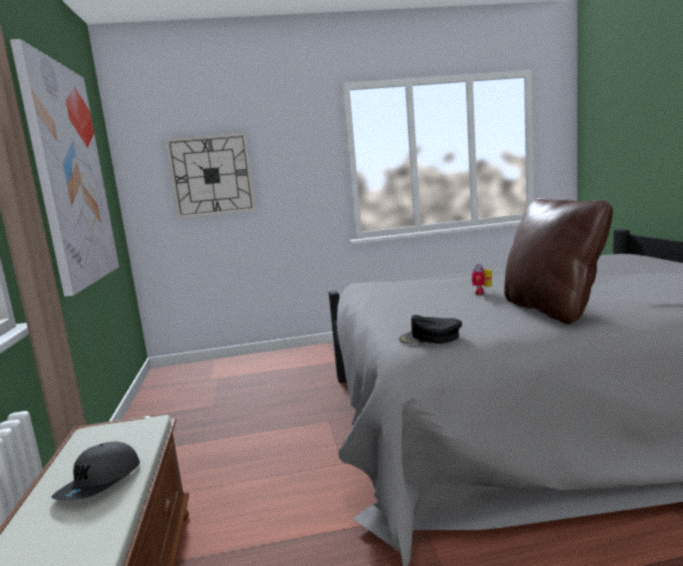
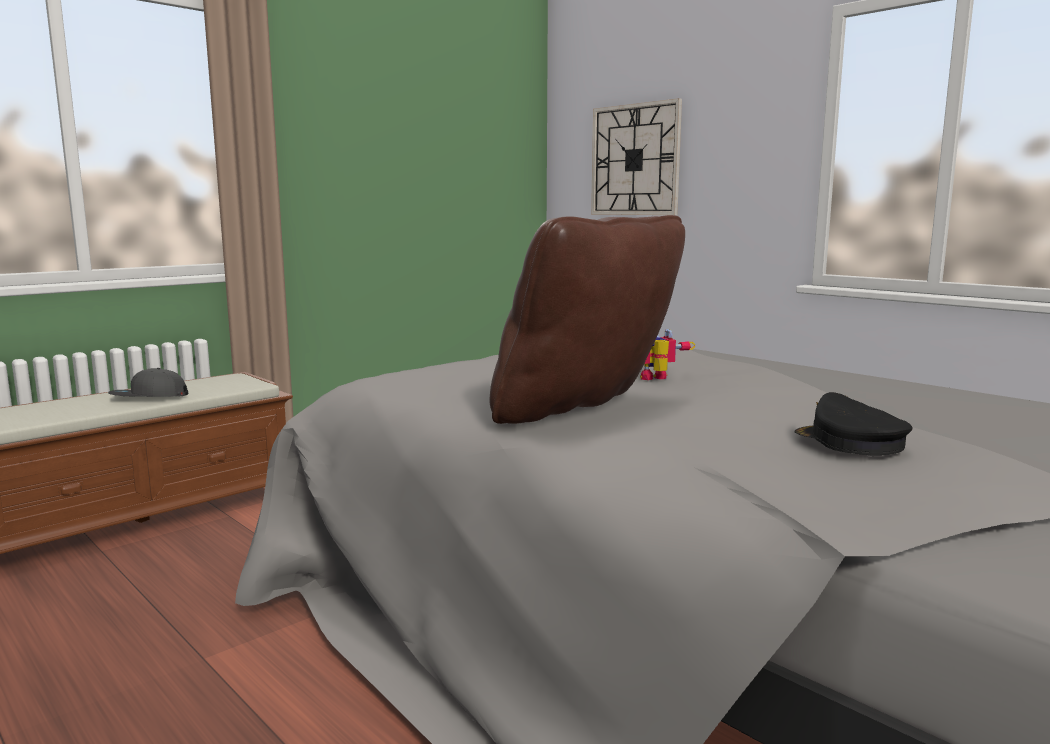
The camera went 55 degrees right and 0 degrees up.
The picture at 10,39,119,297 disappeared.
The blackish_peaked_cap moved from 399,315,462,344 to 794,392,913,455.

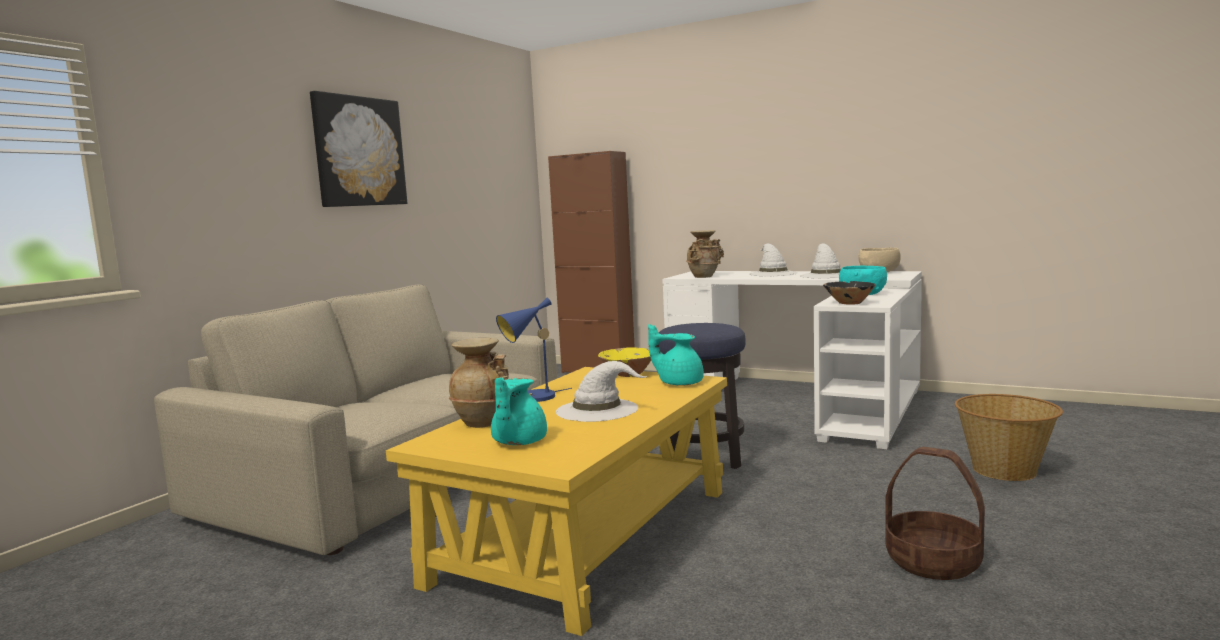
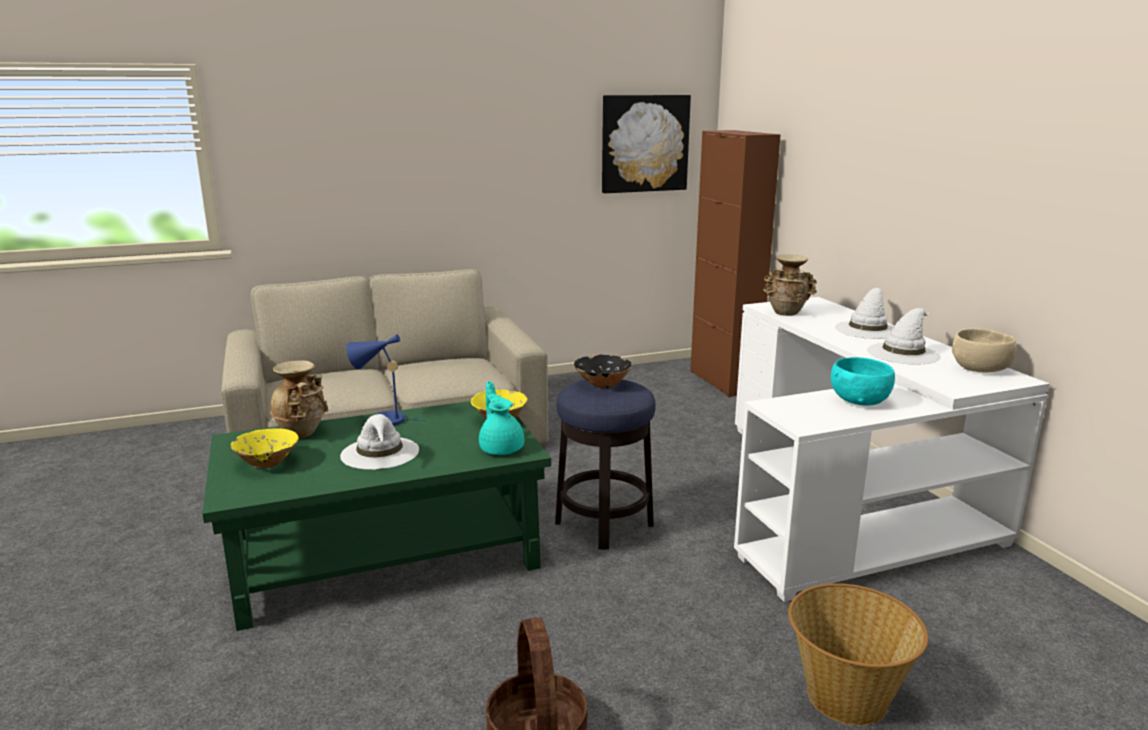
The camera went 40 degrees right and 10 degrees up.
The picture moved from 310,91,407,207 to 602,95,691,193.
The yellowish_low_table at 386,367,727,636 became the green-coloured_low_table at 202,401,551,631.
The blue-green_teapot at 491,378,547,445 was replaced by the yellowish_deep_dish at 231,428,299,468.
The blackish_deep_dish moved from 823,281,876,305 to 574,355,632,388.

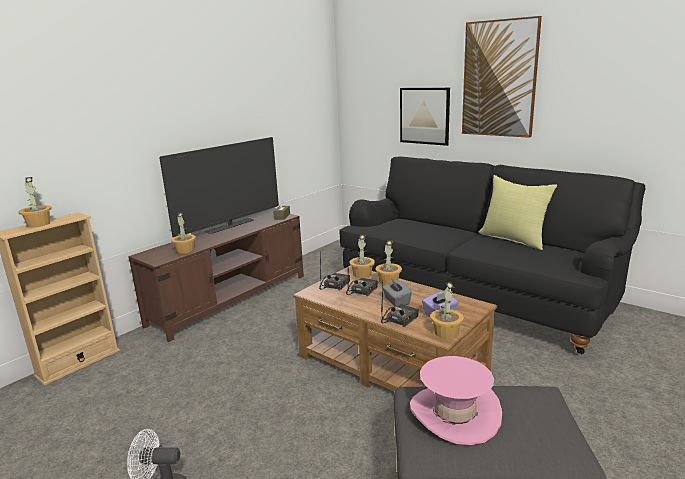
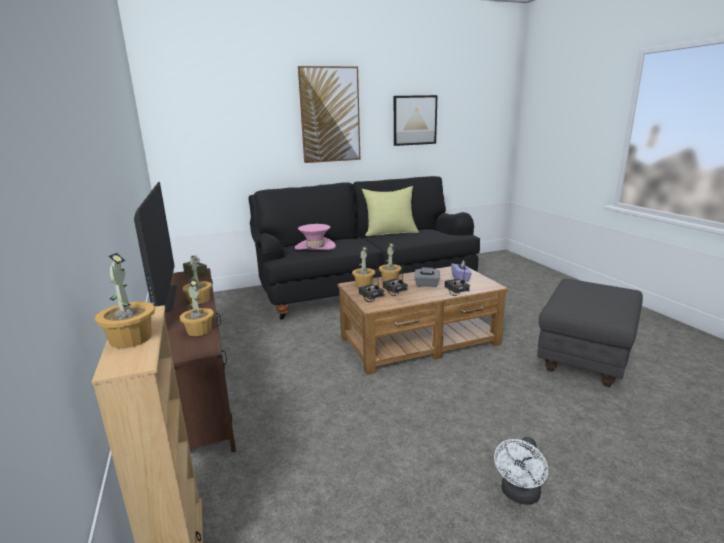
The camera went 60 degrees left and 0 degrees up.
The picture moved from 400,88,450,146 to 394,95,438,146.
The pink-coloured_hat moved from 410,356,502,445 to 295,224,336,250.
The houseplant moved from 430,282,464,339 to 182,256,212,304.

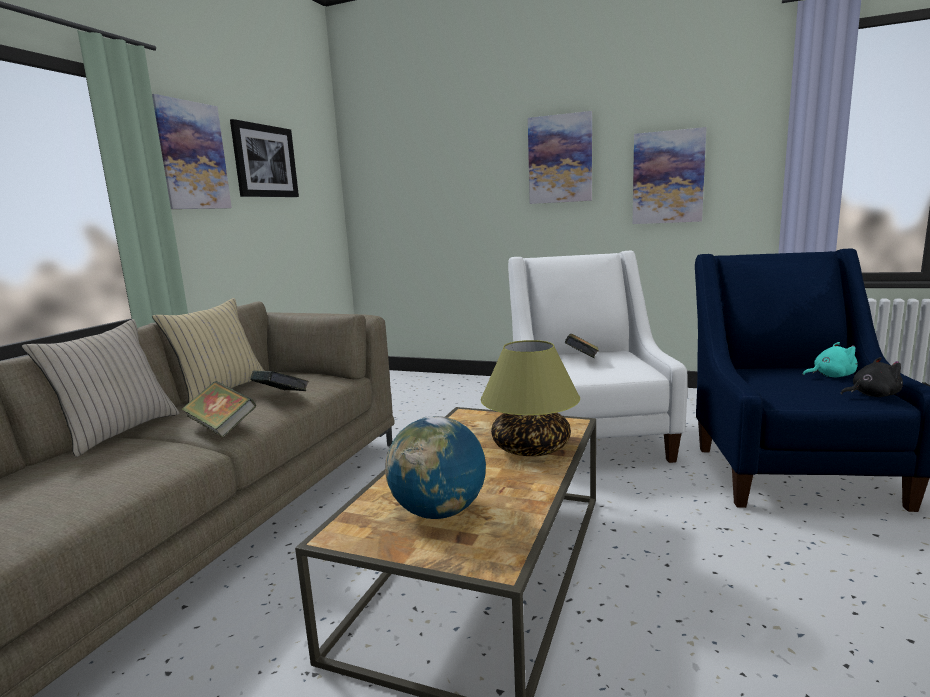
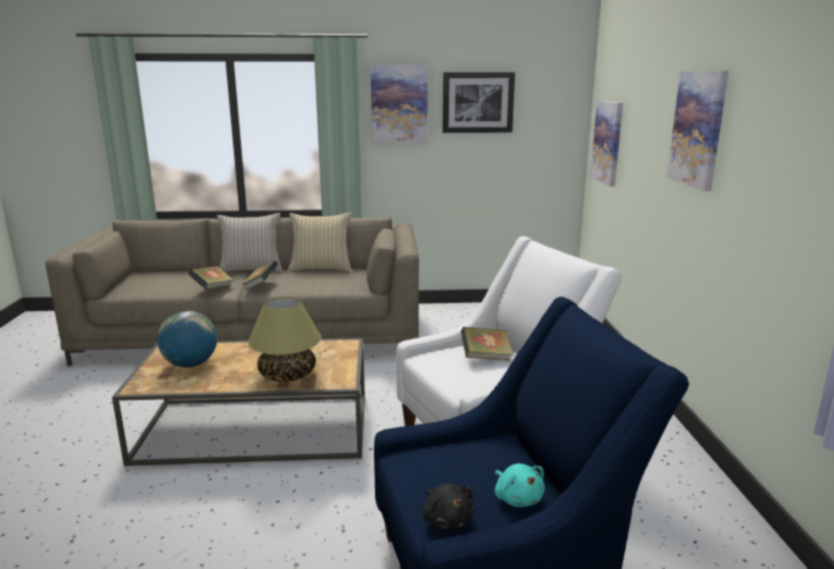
The camera went 65 degrees right and 5 degrees up.
The volume moved from 250,370,310,391 to 189,266,234,289.
The picture moved from 632,127,706,224 to 591,101,623,187.

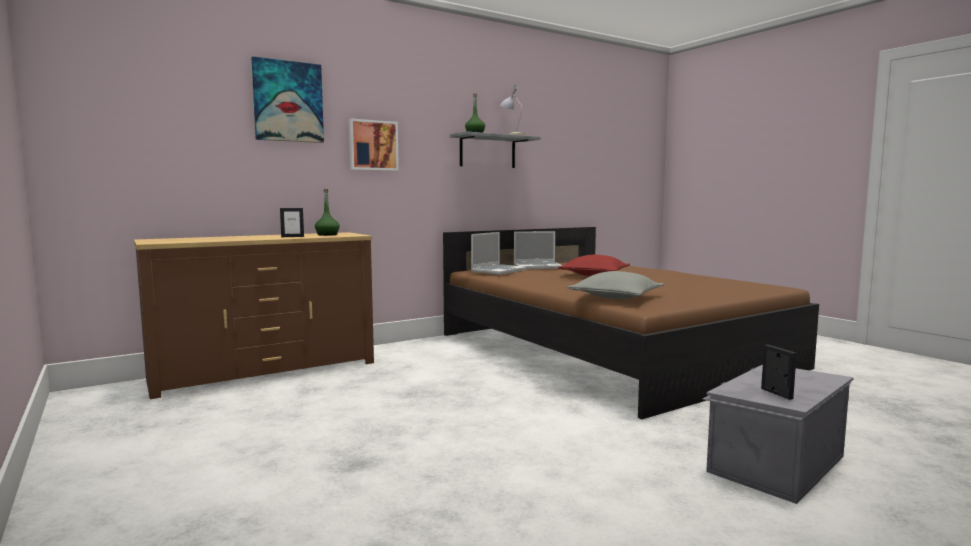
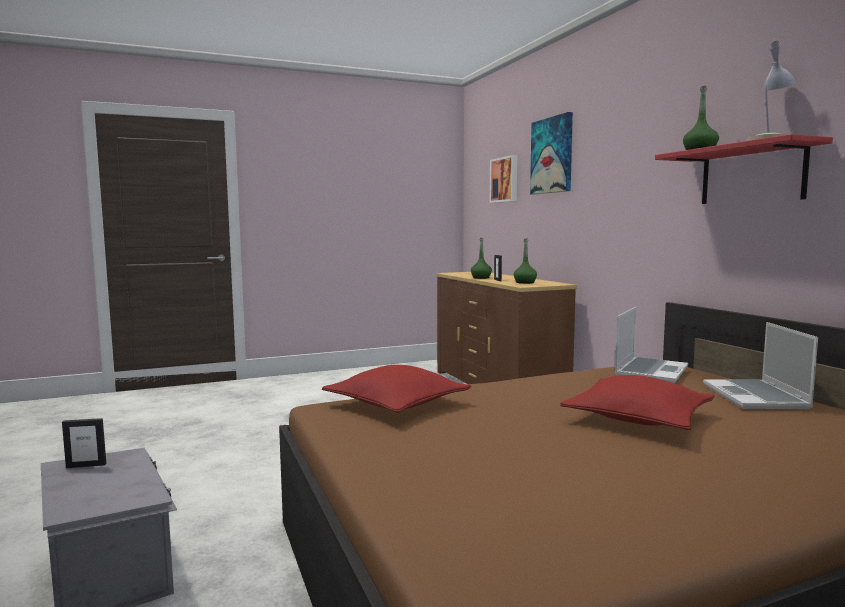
The camera went 100 degrees right and 0 degrees up.
The picture moved from 349,119,399,171 to 490,155,517,203.
The grey_shelf at 450,131,541,168 became the red-coloured_shelf at 655,134,833,204.
The laptop at 471,232,527,275 turned 105 degrees counterclockwise.
The grey_cushion at 567,271,664,299 became the red-coloured_cushion at 322,365,471,413.
The green-coloured_beverage_bottle at 471,237,492,279 appeared.

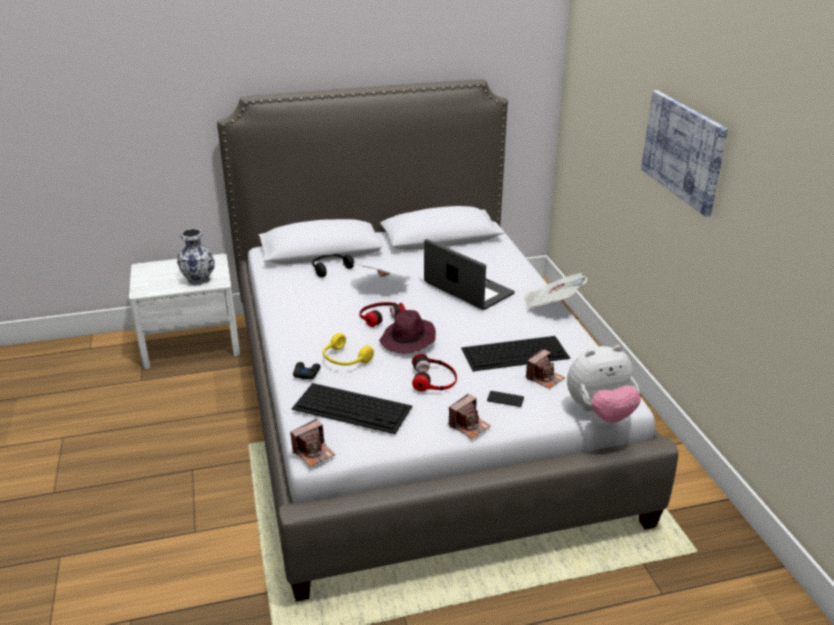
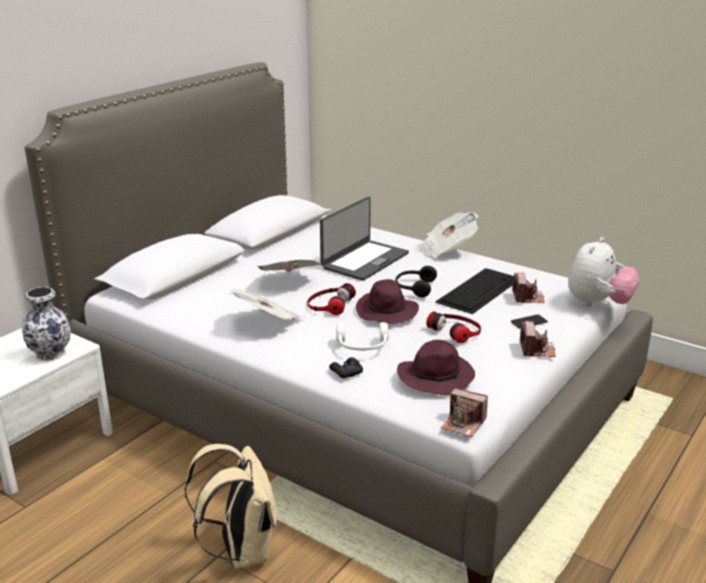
The camera went 40 degrees left and 5 degrees down.
The photo_camera at 290,419,335,467 turned 105 degrees clockwise.
The PC_keyboard at 292,383,412,434 was replaced by the purplish_hat at 397,340,475,395.
The blackish_pair_of_headphones moved from 312,254,354,277 to 396,266,437,297.
The yellowish_pair_of_headphones at 323,333,374,366 became the white-coloured_pair_of_headphones at 336,322,389,351.
The laptop at 424,239,515,310 turned 120 degrees clockwise.
The picture at 641,90,728,217 disappeared.
The beige_knapsack at 184,444,277,569 appeared.
The newspaper at 229,289,305,320 appeared.

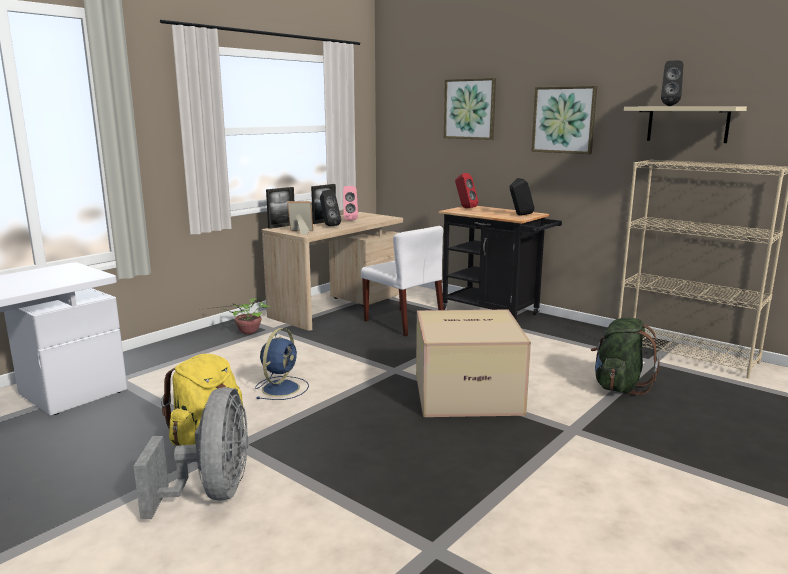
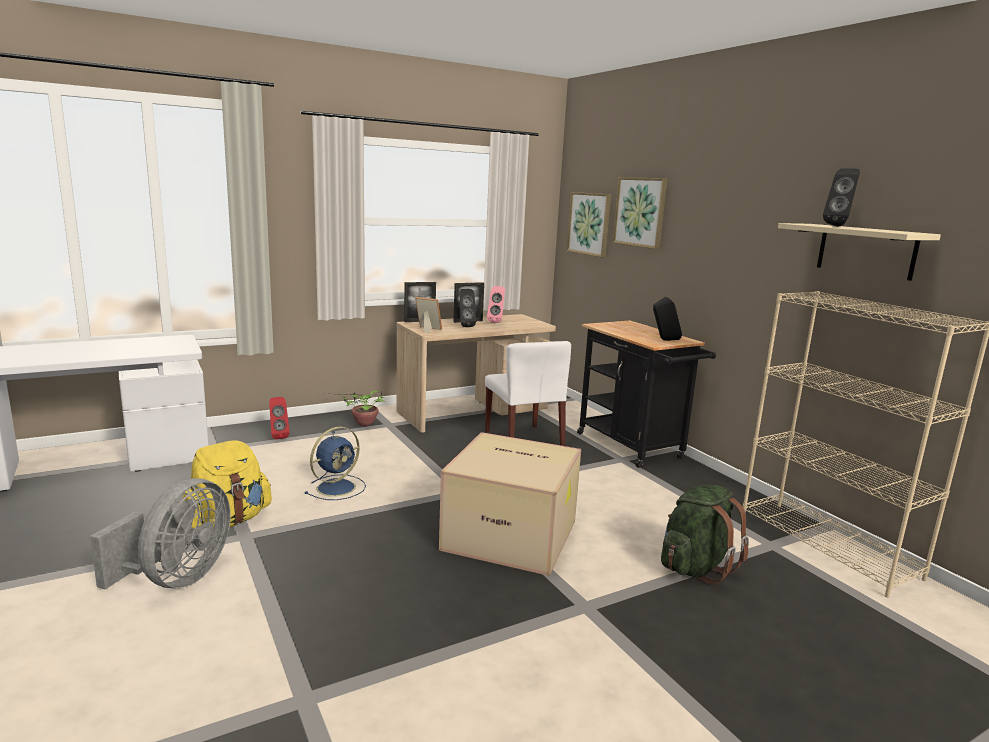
The camera went 20 degrees right and 0 degrees up.
The red-coloured_audio_speaker moved from 455,173,478,208 to 269,397,290,439.
The picture moved from 531,86,597,154 to 567,192,611,257.

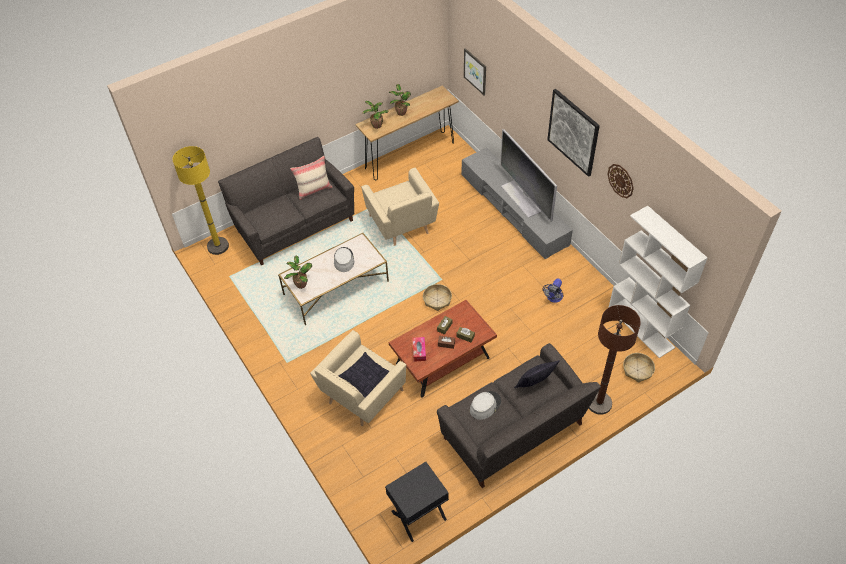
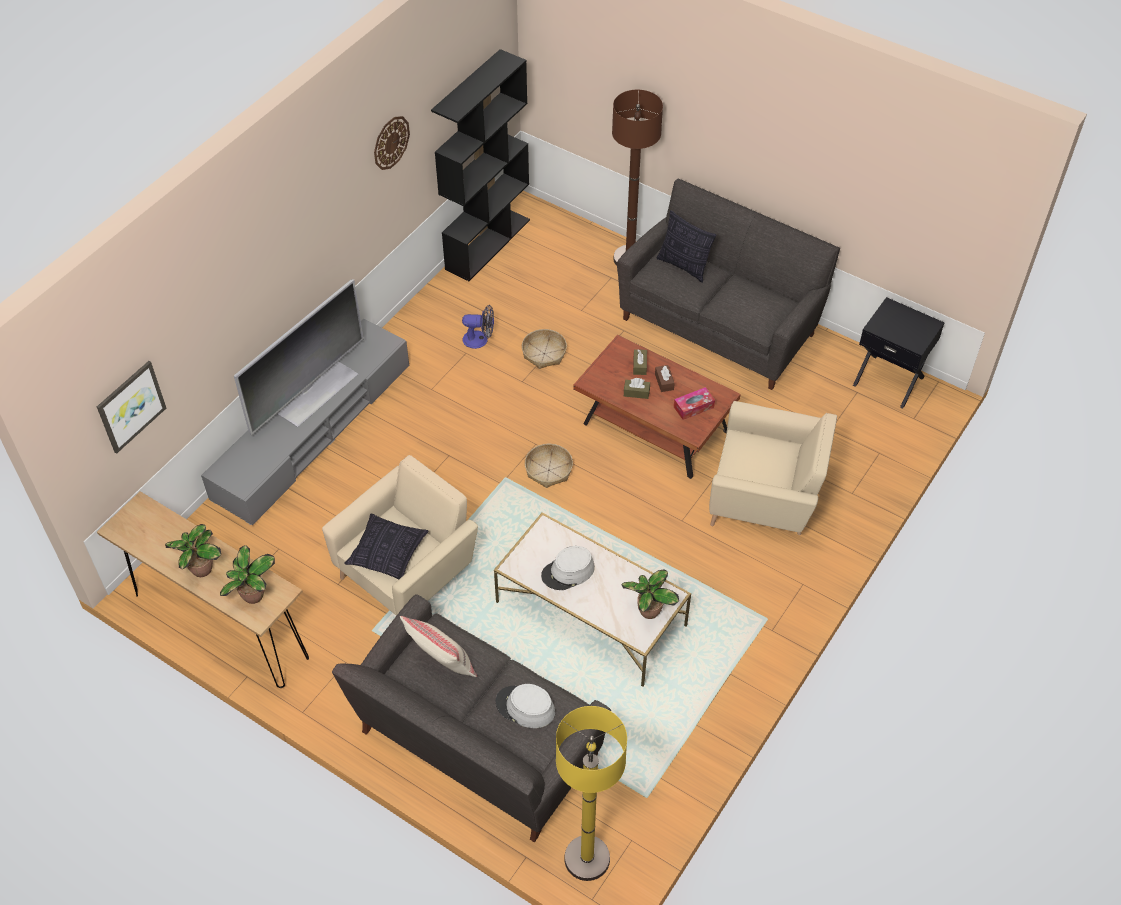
The camera went 115 degrees left and 0 degrees up.
The cushion moved from 339,352,390,398 to 344,514,428,579.
The grey_hat moved from 470,391,501,420 to 496,684,555,728.
The picture at 547,89,600,177 disappeared.
The white-coloured_bookcase at 608,206,707,358 became the blackish_bookcase at 431,49,530,281.
The storage_basket moved from 623,353,655,383 to 522,329,567,369.

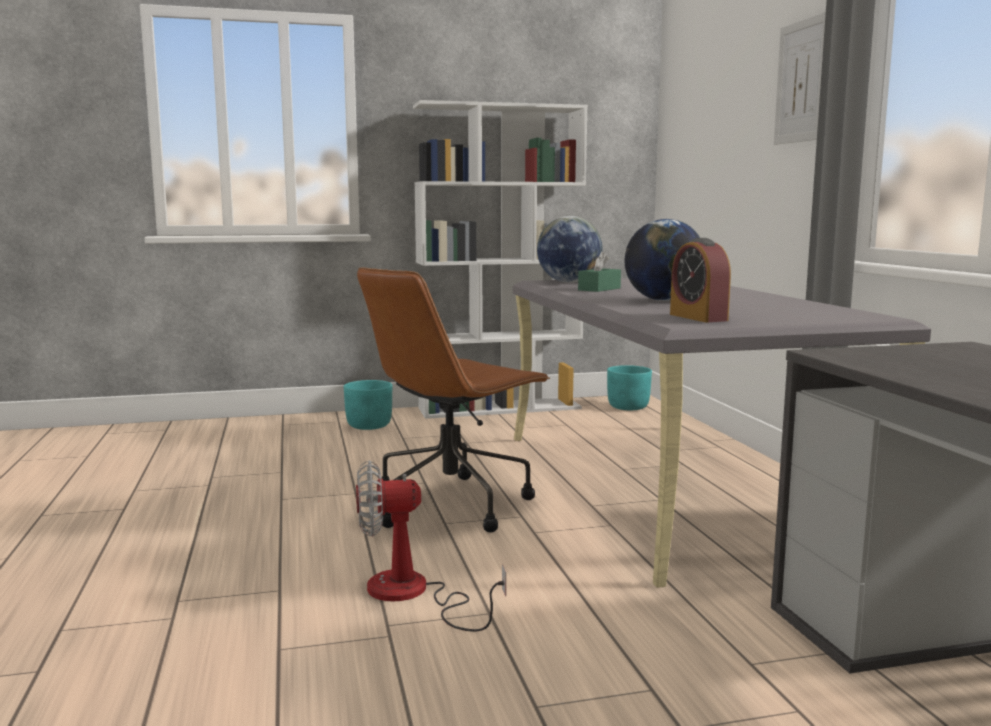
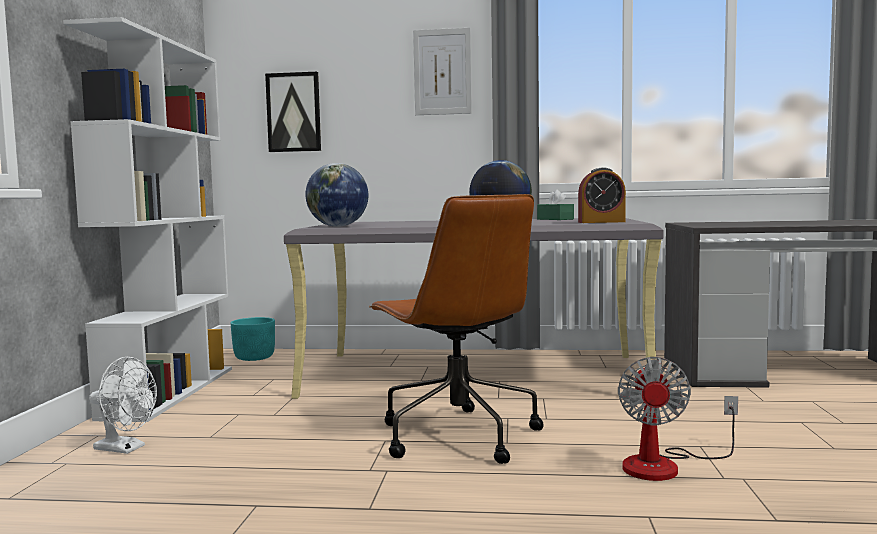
The camera went 70 degrees left and 5 degrees down.
The blue-green_flower_pot at 343,380,392,430 was replaced by the white-coloured_fan at 89,357,157,454.
The green-coloured_box_of_tissues moved from 578,252,621,292 to 537,189,574,220.
The picture at 265,72,321,152 appeared.

